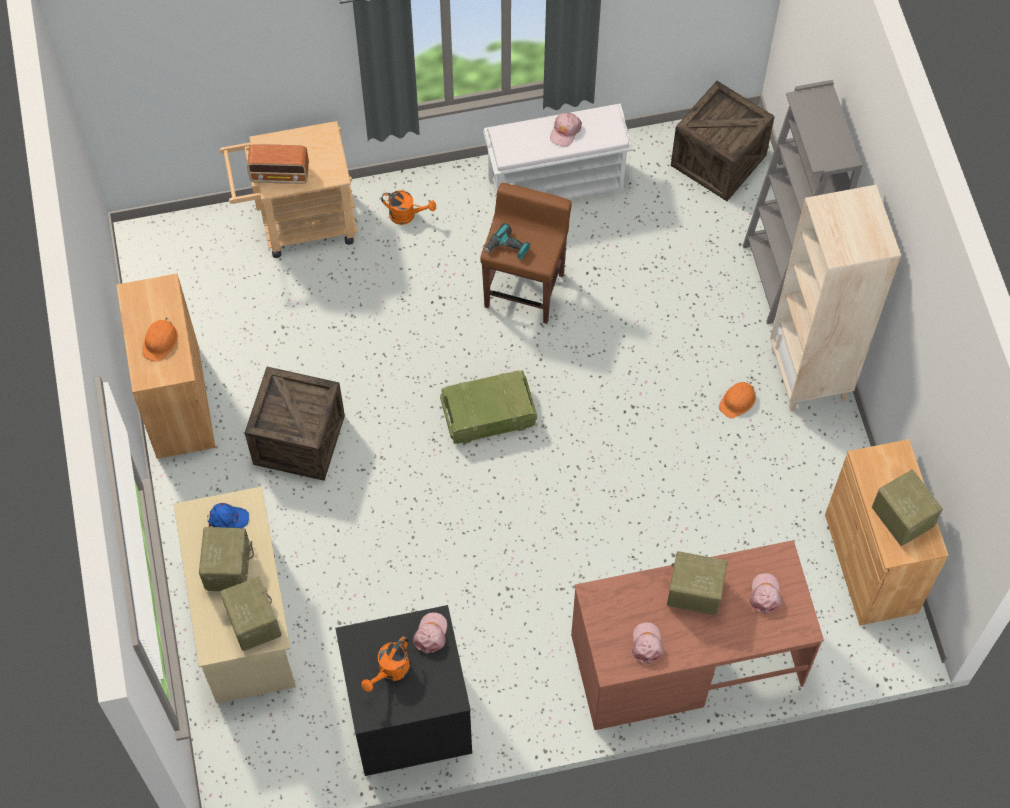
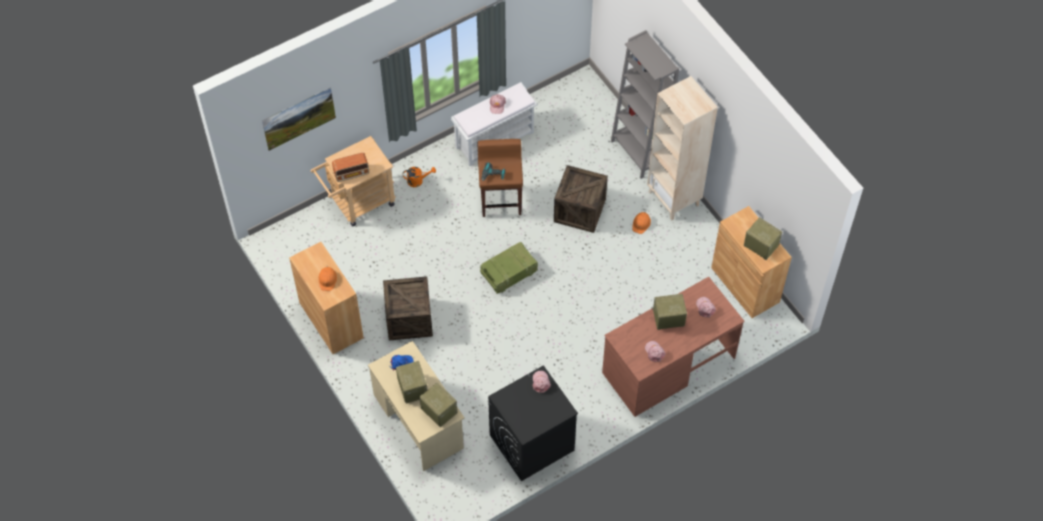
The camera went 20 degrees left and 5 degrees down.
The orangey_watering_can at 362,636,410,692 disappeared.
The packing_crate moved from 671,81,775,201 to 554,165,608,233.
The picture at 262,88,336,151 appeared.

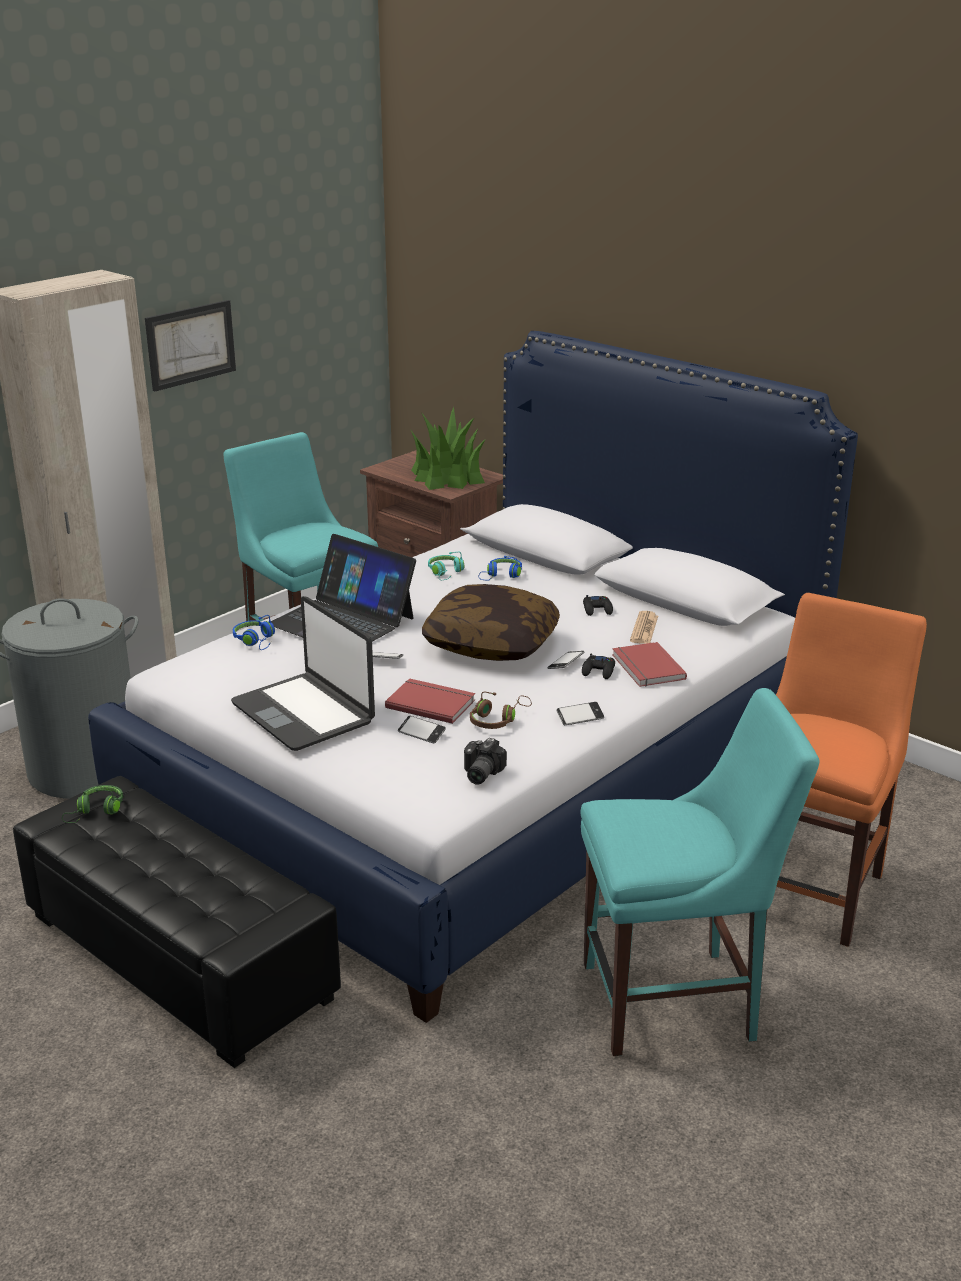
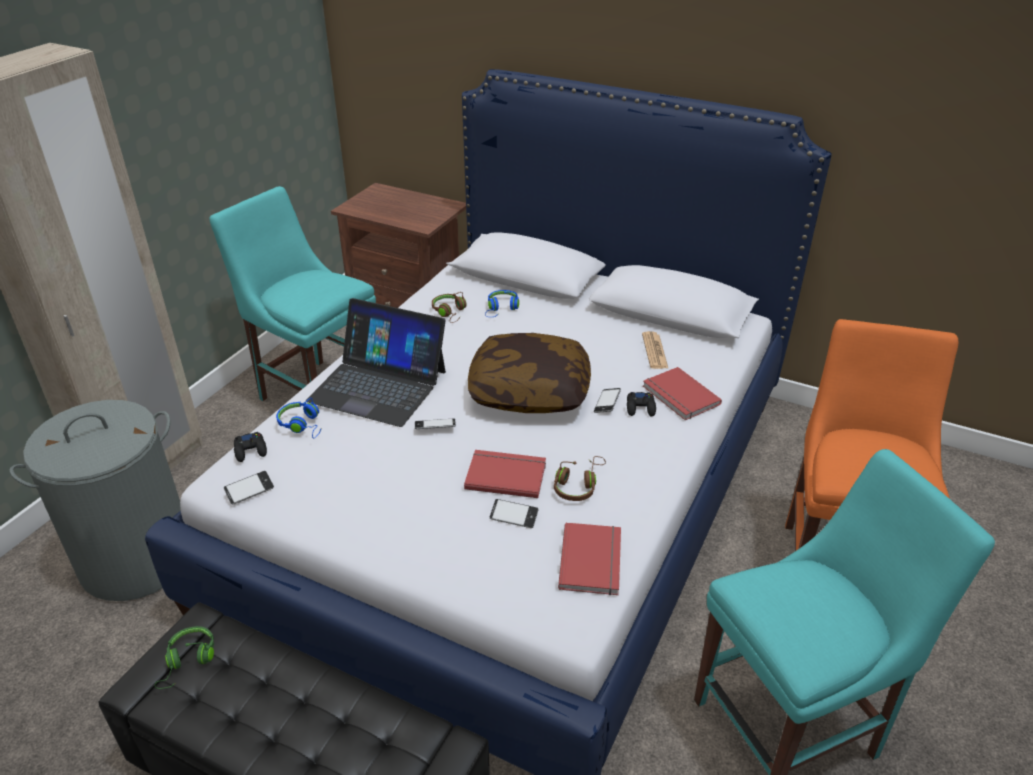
The camera went 15 degrees left and 10 degrees up.
The picture at 145,300,236,391 disappeared.
The laptop at 231,596,375,751 disappeared.
The houseplant at 411,407,486,490 disappeared.
The blue-green_pair_of_headphones at 428,552,464,580 became the brown_pair_of_headphones at 432,292,466,323.
The photo_camera at 464,738,507,785 was replaced by the red-coloured_volume at 558,523,621,595.
The phone moved from 557,702,604,725 to 224,471,274,505.
The blackish_joypad moved from 583,595,613,616 to 234,432,267,462.

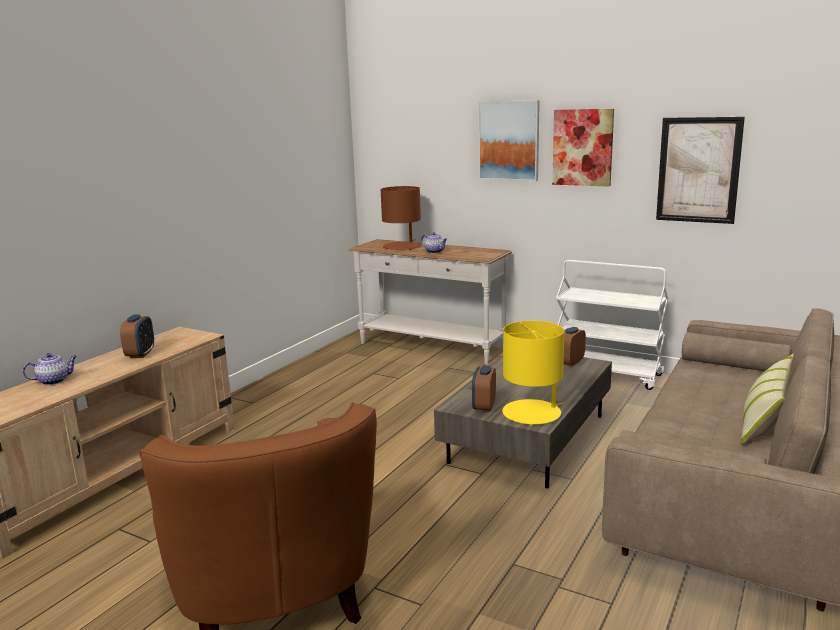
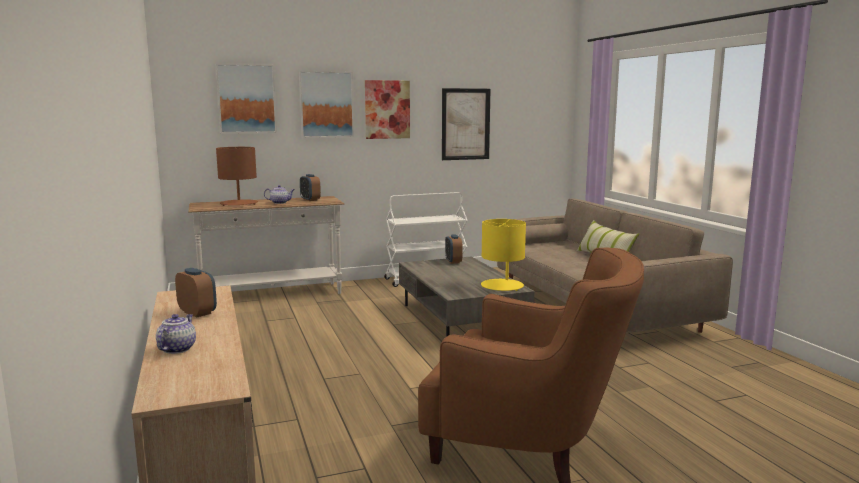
The camera went 50 degrees left and 5 degrees down.
The table_clock moved from 472,365,496,412 to 300,174,321,201.
The picture at 216,64,277,133 appeared.

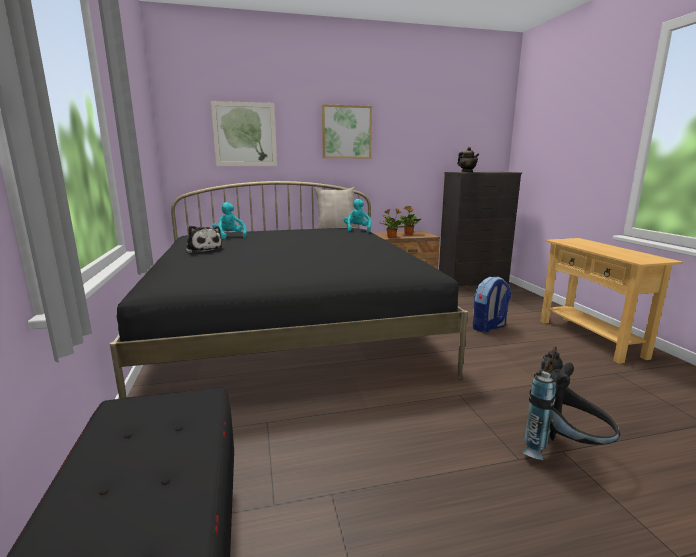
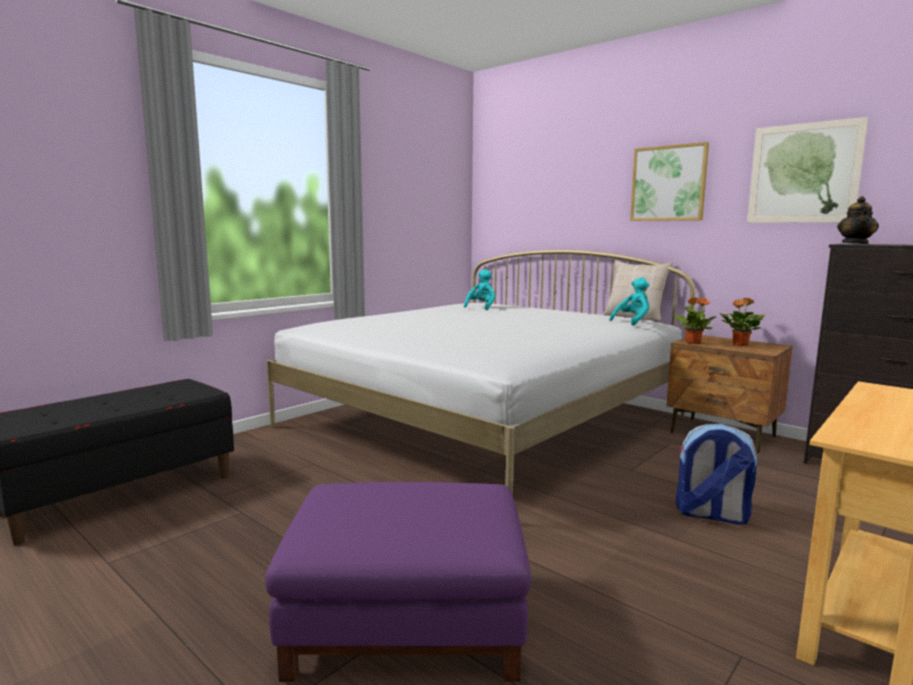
The camera went 55 degrees right and 5 degrees down.
The blackish_bed at 110,181,468,399 became the white-coloured_bed at 266,250,695,495.
The cuddly_toy at 185,226,222,253 disappeared.
The picture moved from 211,101,277,166 to 747,117,868,223.
The blackish_knapsack at 522,346,620,460 was replaced by the purplish_pouffe at 265,482,531,682.

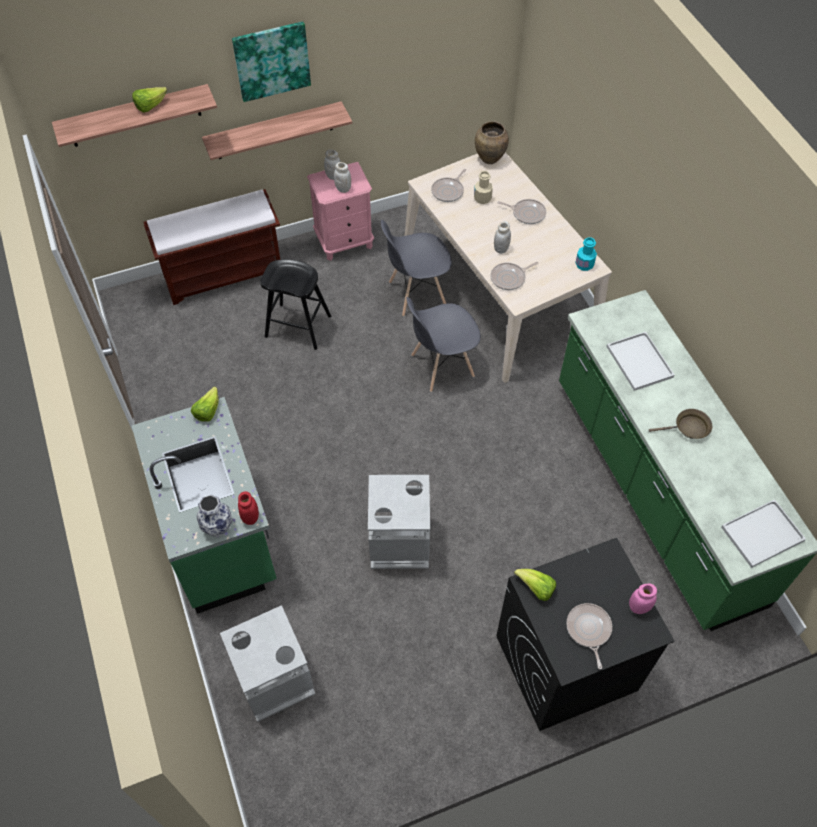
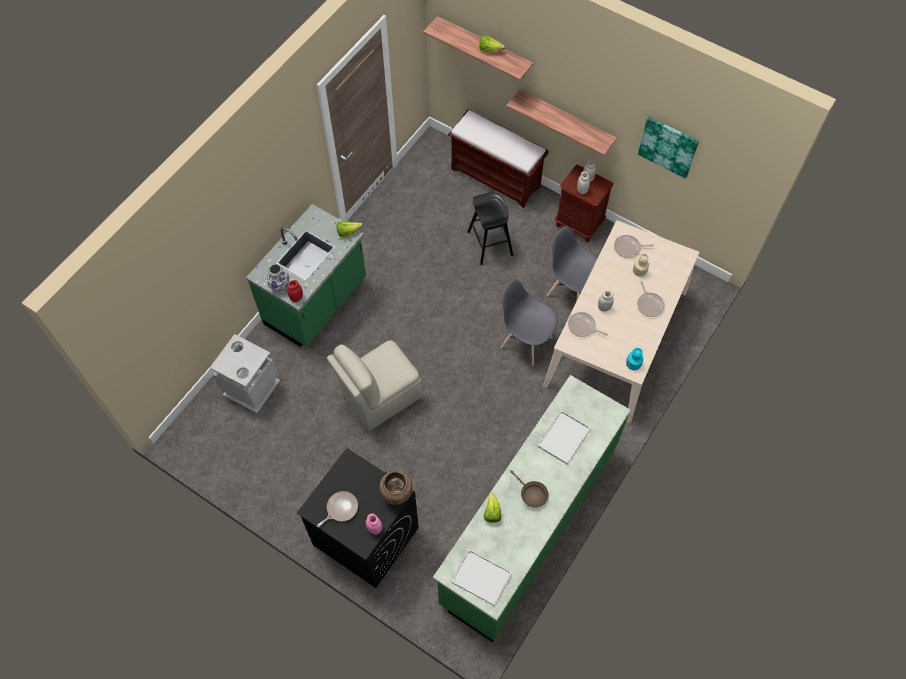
The camera went 55 degrees right and 5 degrees up.
The picture moved from 232,21,311,102 to 638,117,699,179.
The pink-coloured_night_table at 307,162,374,261 became the brown_night_table at 555,164,614,242.
The grey_rubbish_bin at 368,475,430,569 was replaced by the beige_plain_chair at 327,340,422,430.
The brown_vase moved from 475,121,509,164 to 379,470,413,505.
The lettuce moved from 514,569,556,601 to 484,492,501,523.

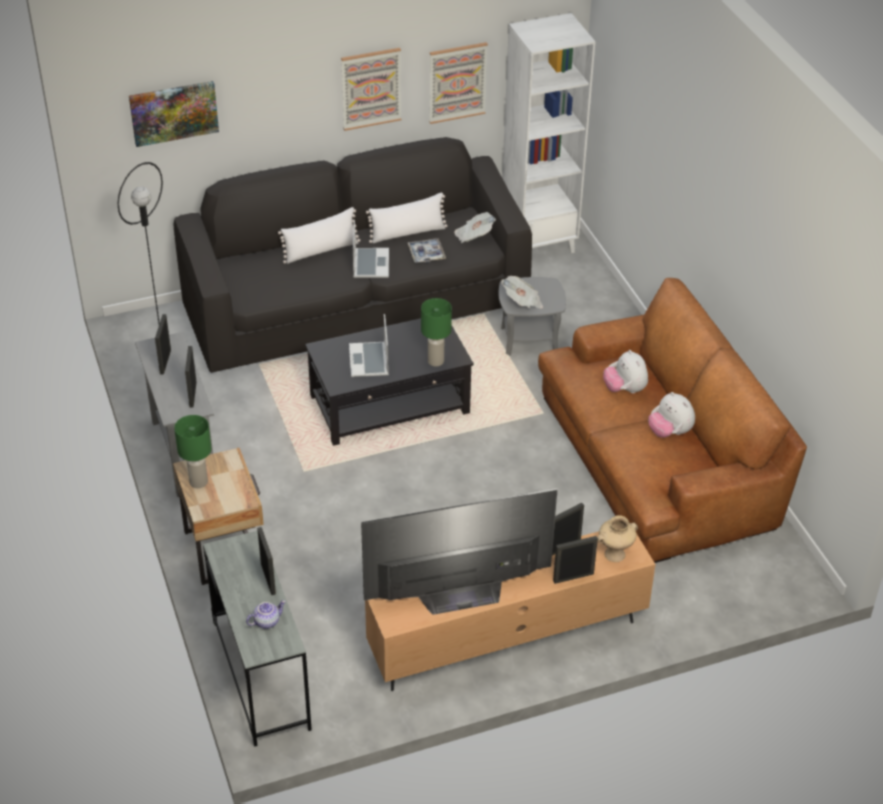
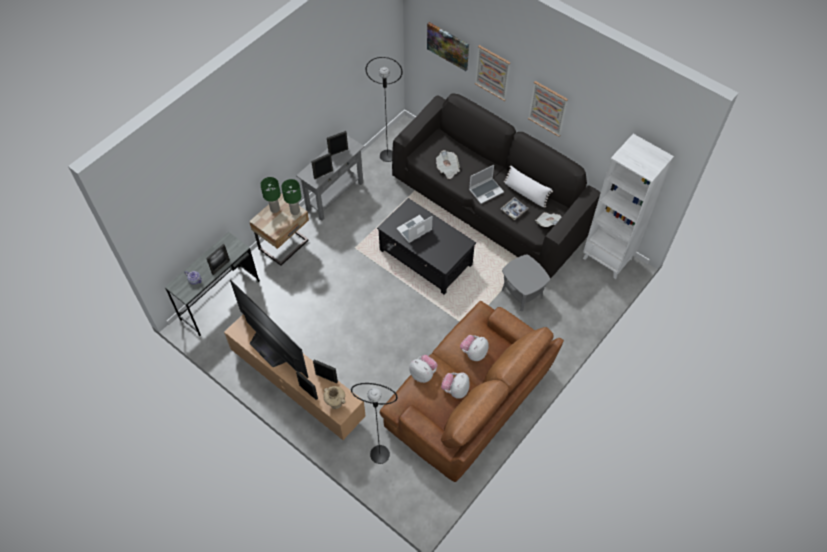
The camera went 60 degrees right and 15 degrees up.
The white-coloured_cushion at 278,207,360,264 disappeared.
The green-coloured_lamp_for_a_table moved from 421,298,452,367 to 281,179,301,215.
The picture moved from 429,42,488,124 to 475,45,510,101.
The newspaper moved from 501,276,543,309 to 436,150,460,179.
The blackish_standing_lamp at 351,383,398,464 appeared.
The cuddly_toy at 409,355,438,383 appeared.

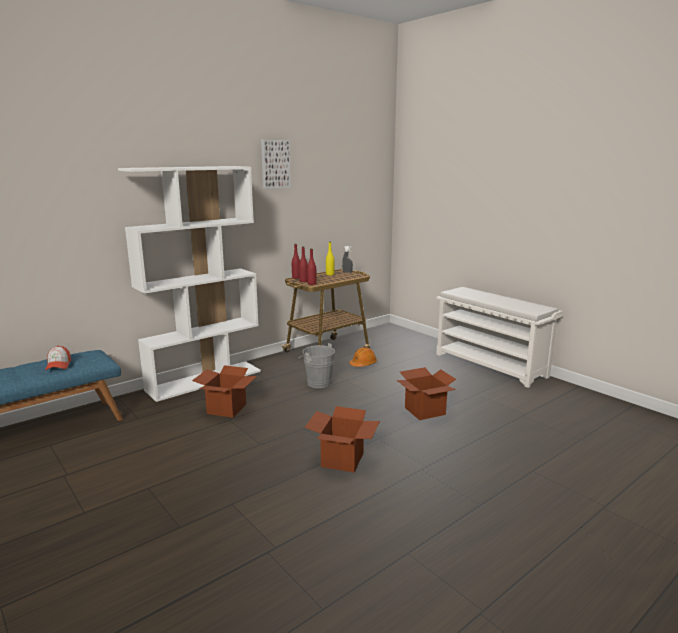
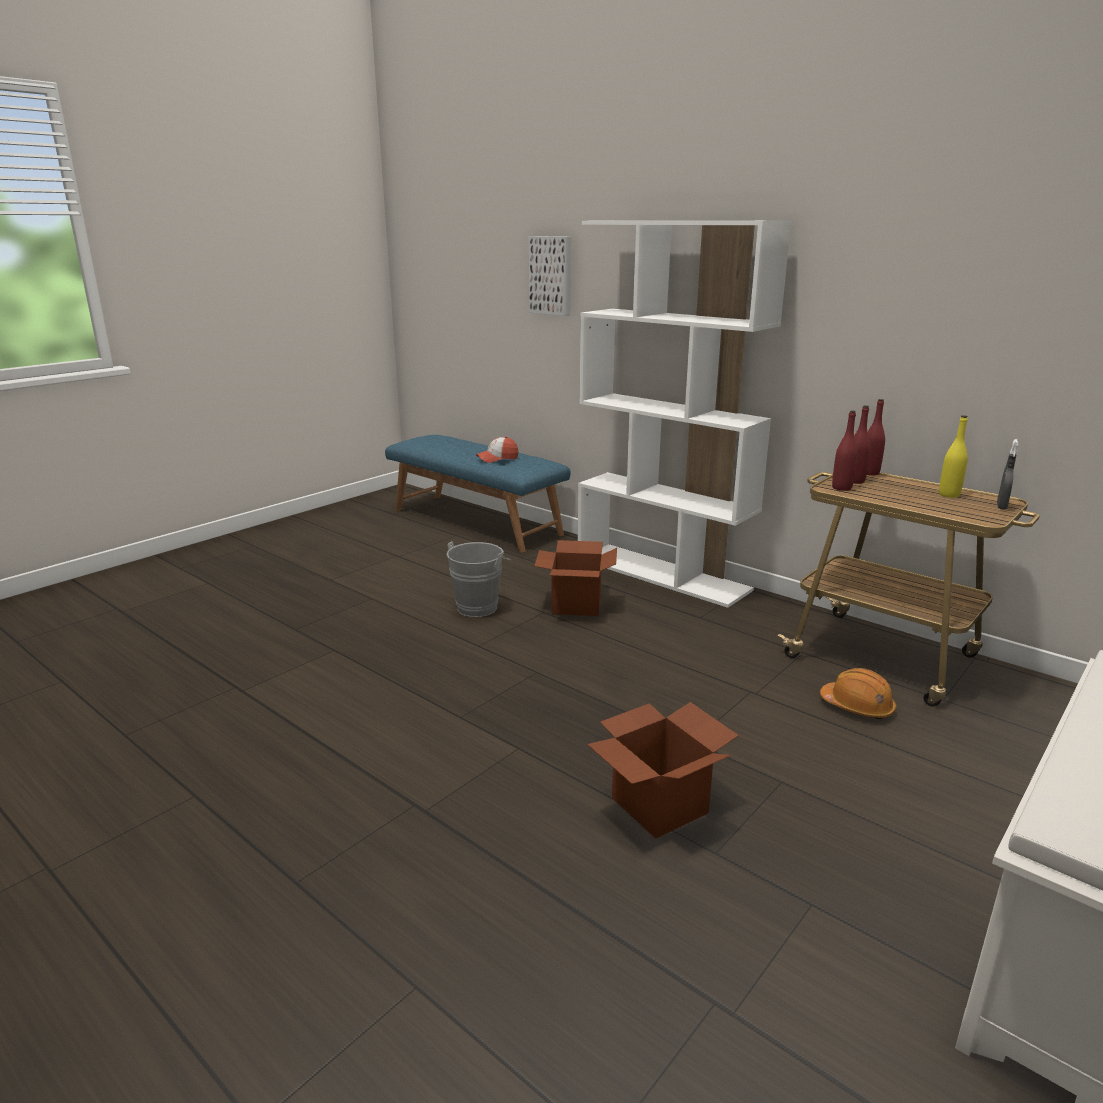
The camera went 80 degrees right and 5 degrees up.
The picture moved from 261,140,291,189 to 528,236,571,316.
The grey_water_bucket moved from 297,343,335,388 to 446,541,511,617.
The carton at 305,406,380,473 disappeared.

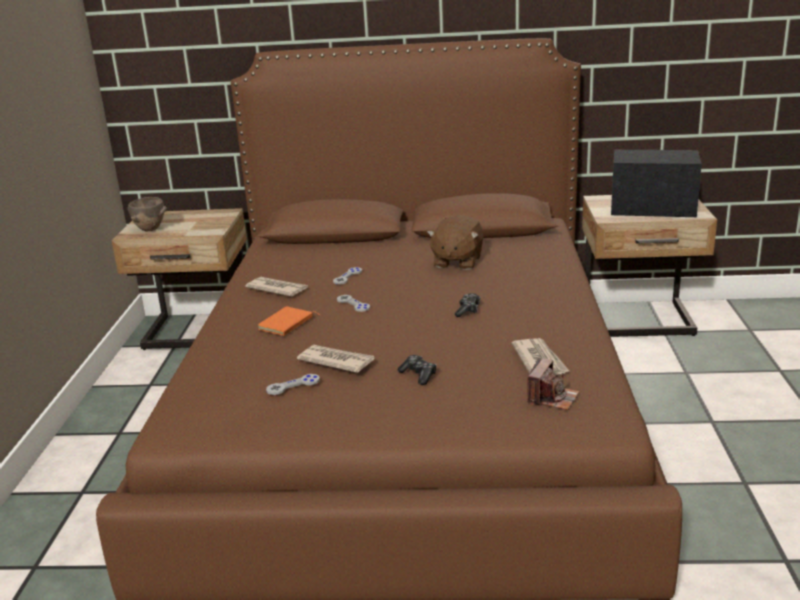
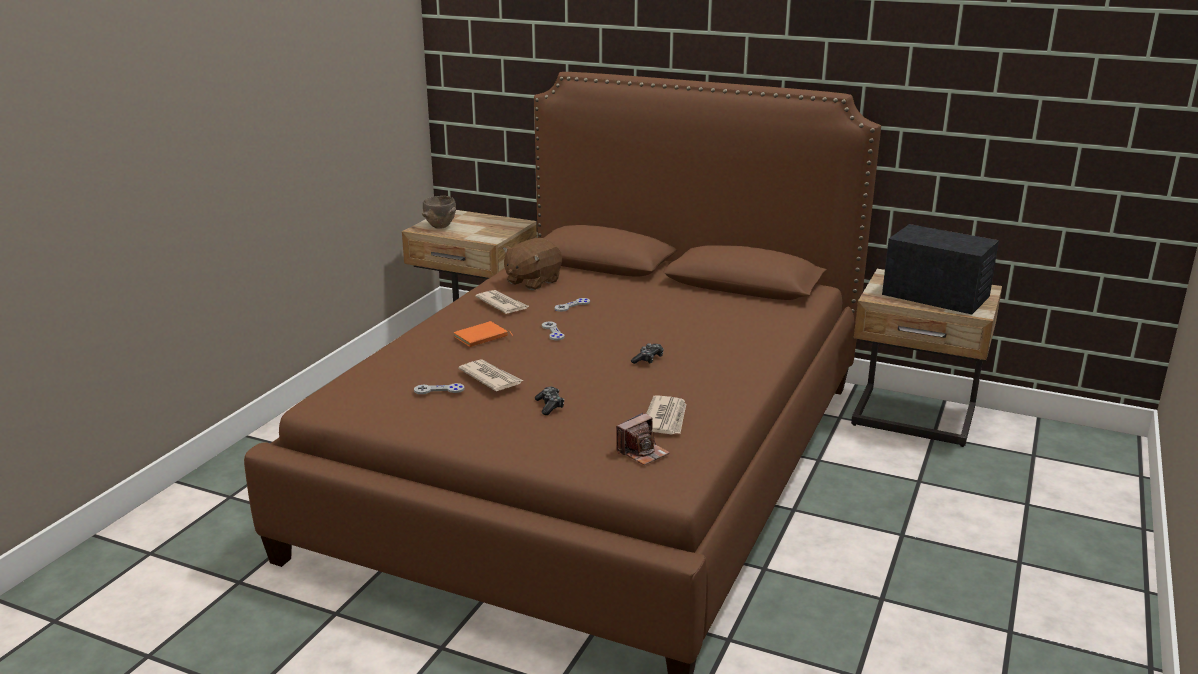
The camera went 20 degrees right and 0 degrees up.
The brown_cuddly_toy moved from 427,215,483,270 to 503,238,562,290.

